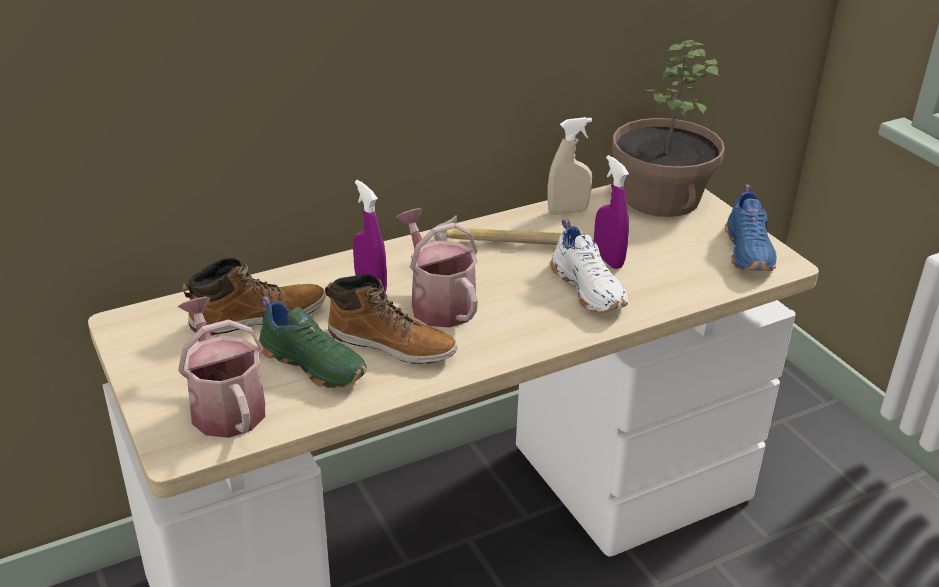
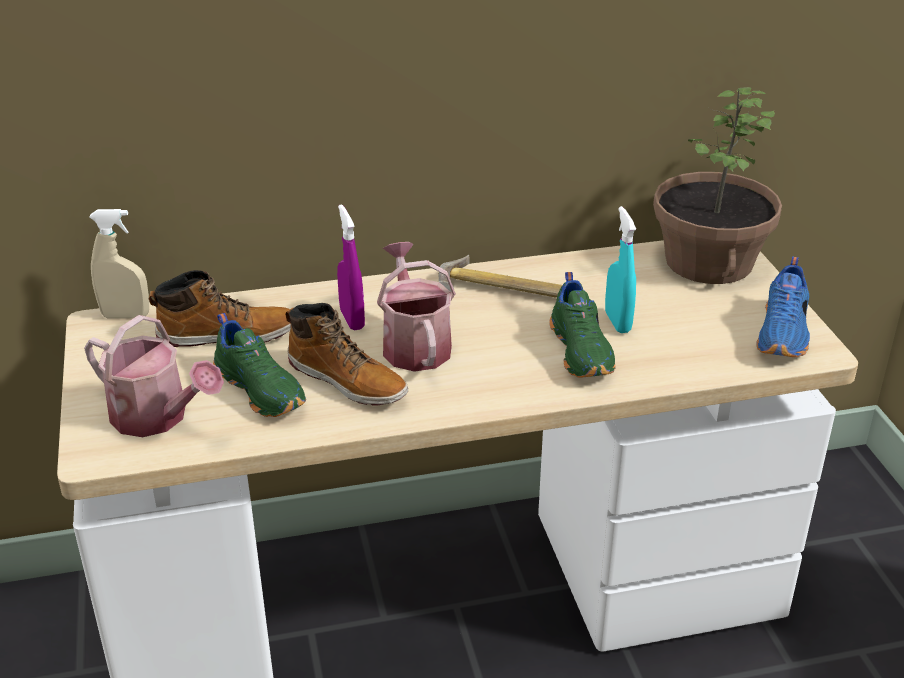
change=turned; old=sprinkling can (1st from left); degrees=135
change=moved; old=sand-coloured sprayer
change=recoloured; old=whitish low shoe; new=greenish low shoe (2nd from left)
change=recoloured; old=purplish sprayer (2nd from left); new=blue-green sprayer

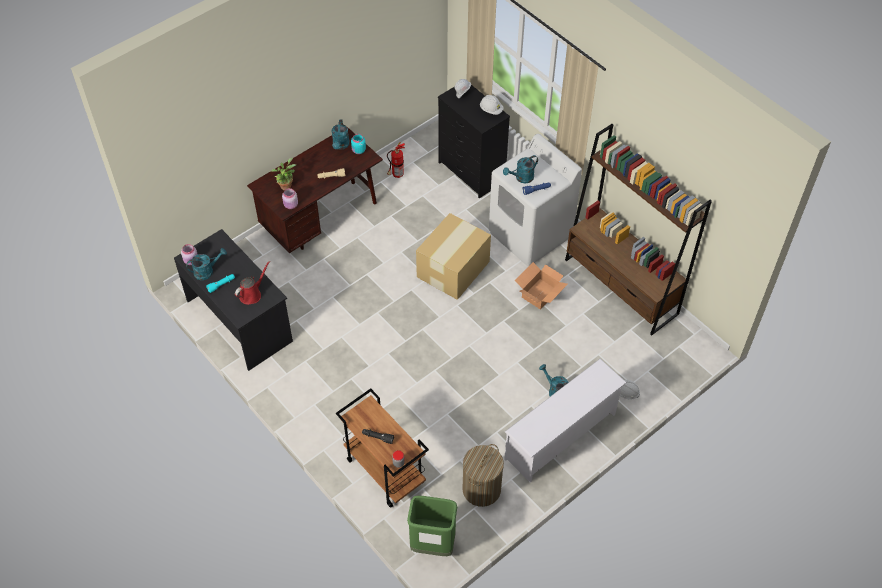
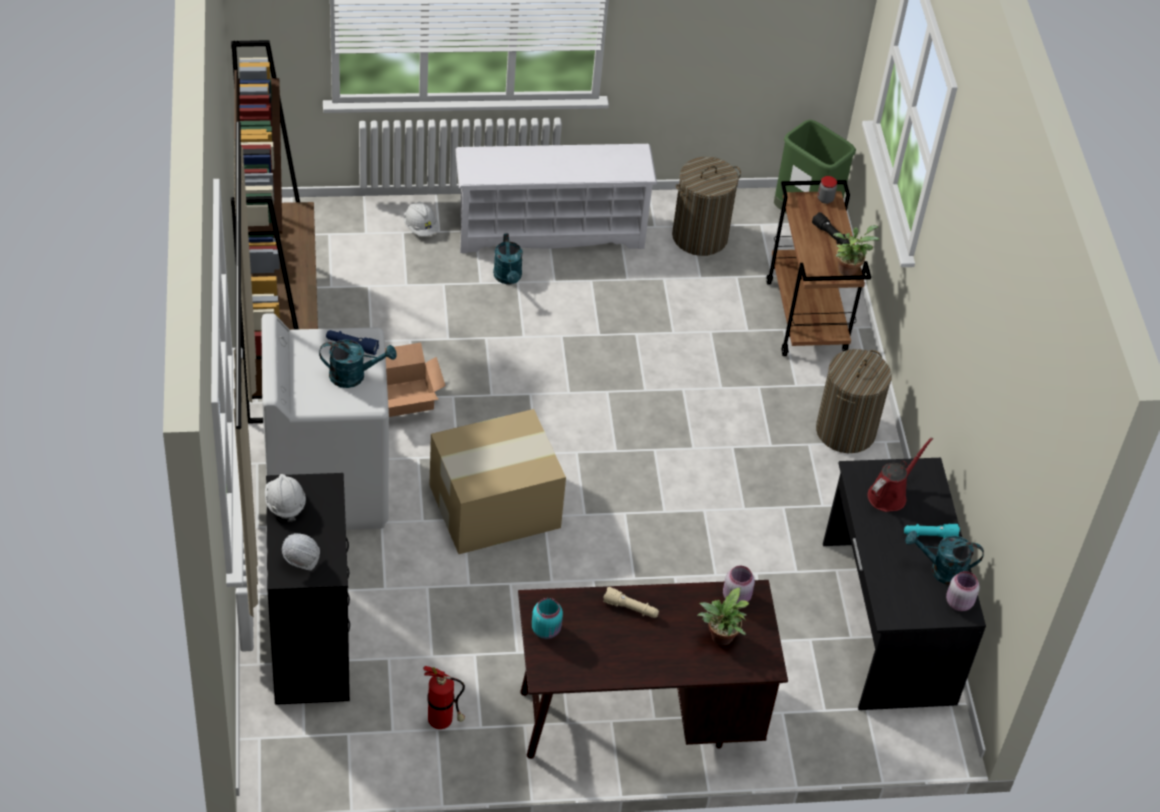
change=added; new=laundry basket (2nd from left)
change=added; new=plant in a pot (2nd from left)
change=turned; old=reddish sprinkling can; degrees=150
change=removed; old=blue-green sprinkling can (2nd from left)

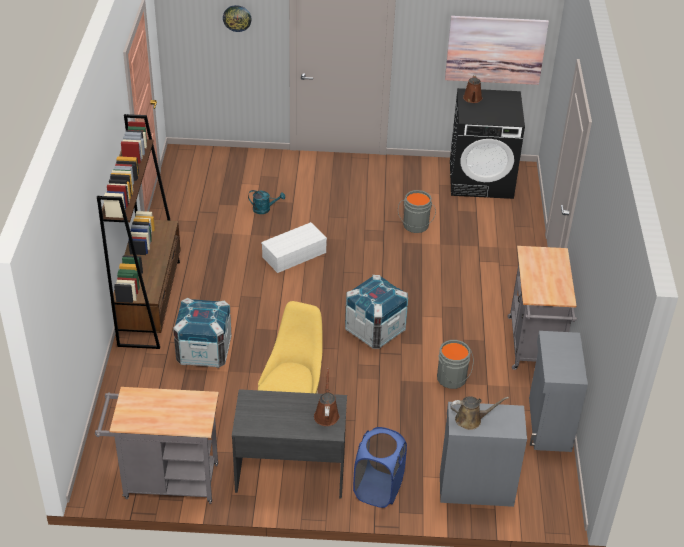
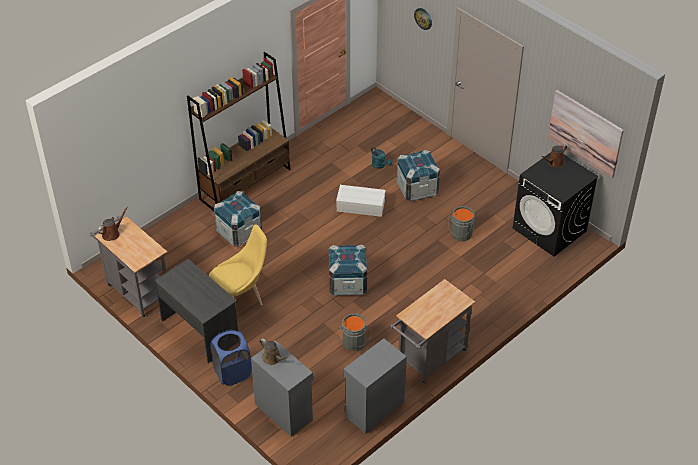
change=moved; old=brown sprinkling can (1st from left)
change=added; new=crate (3rd from left)

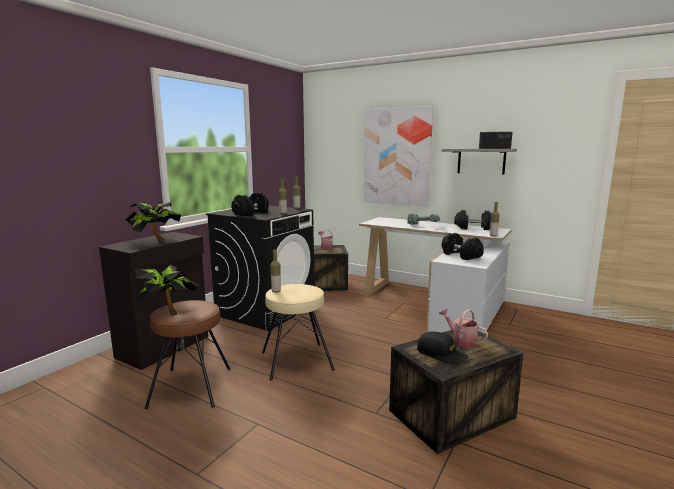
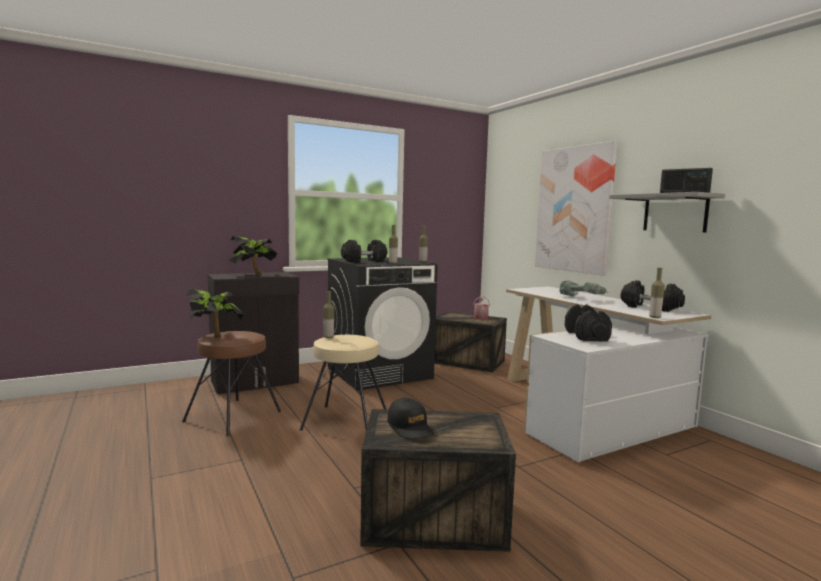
change=removed; old=sprinkling can (2nd from left)

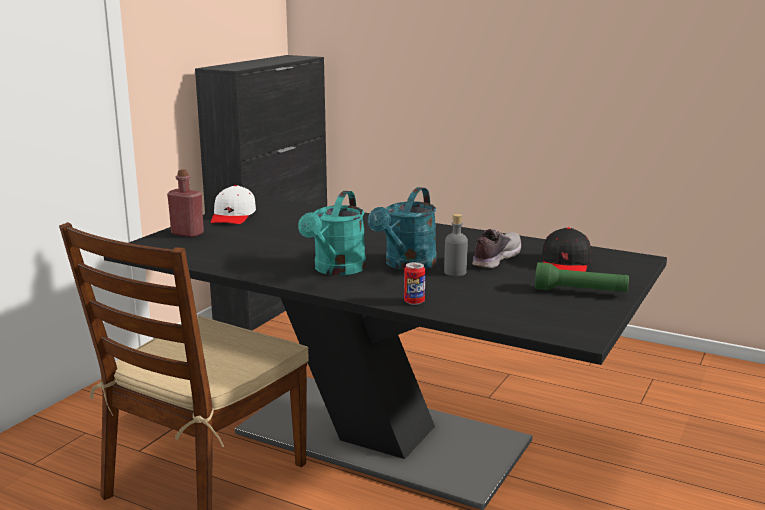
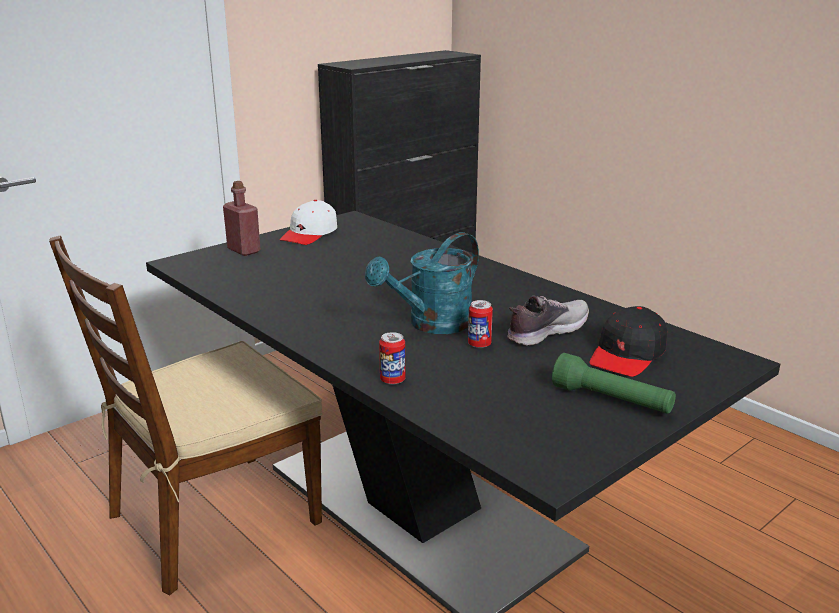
change=replaced; old=greyish drink bottle; new=can (2nd from left)
change=removed; old=blue-green sprinkling can (1st from left)

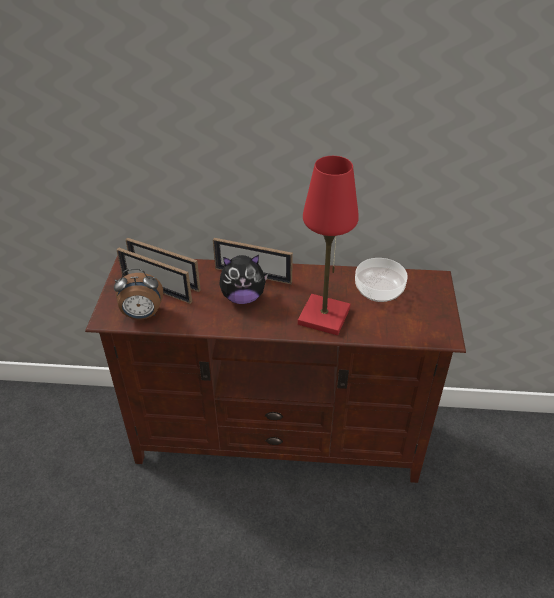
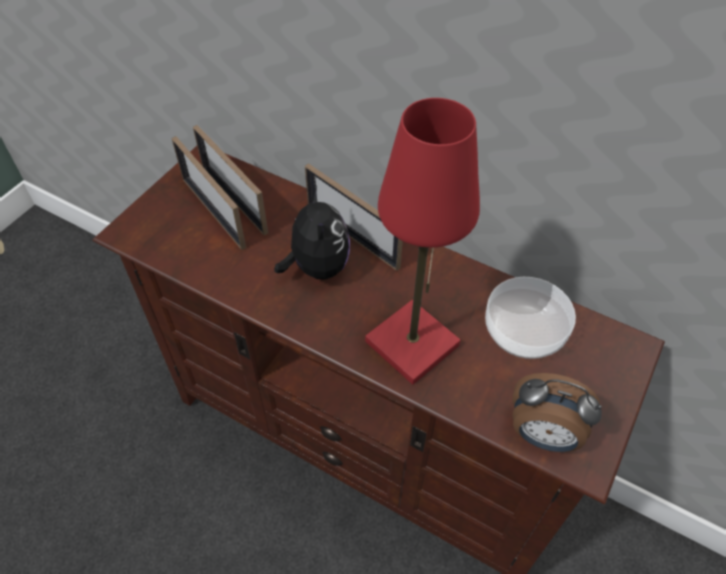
change=turned; old=cuddly toy; degrees=-120
change=moved; old=alarm clock

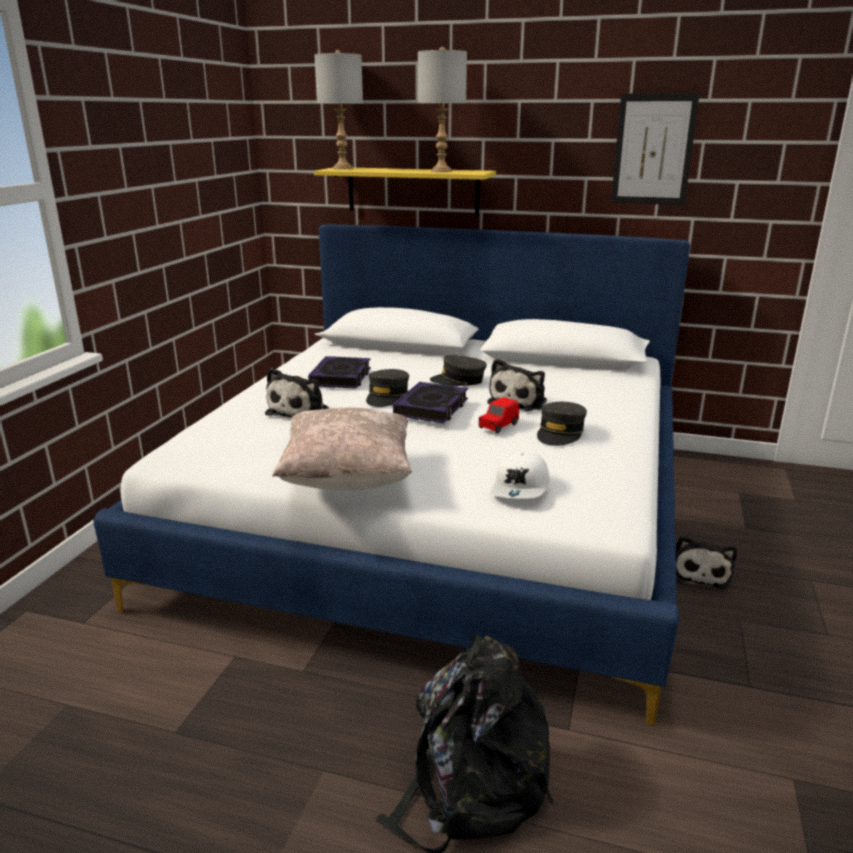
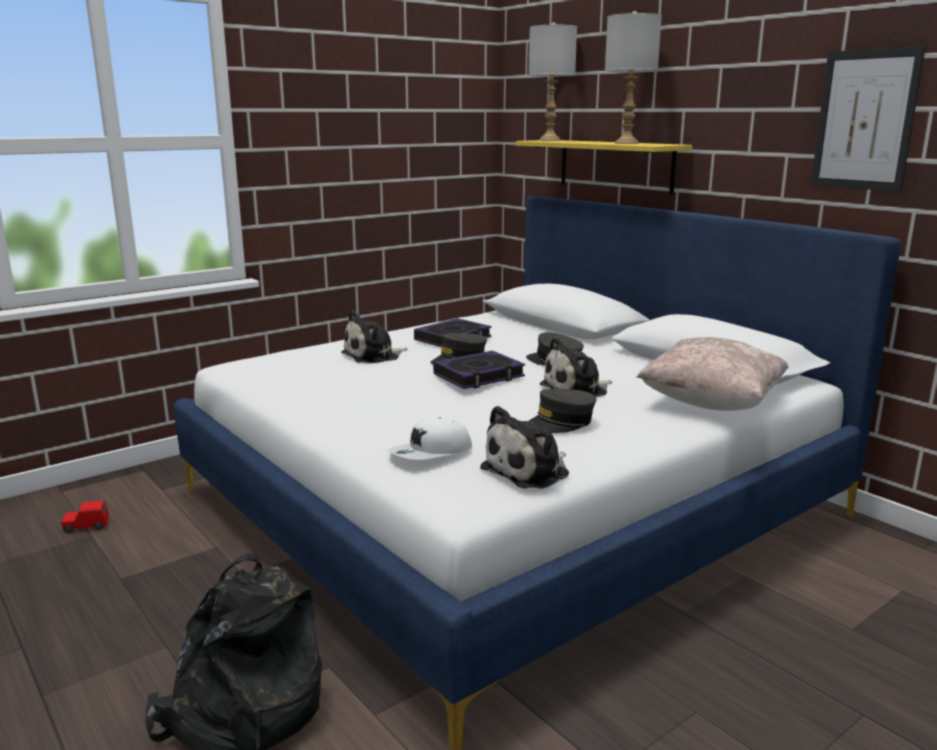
change=moved; old=reddish toy car
change=moved; old=cuddly toy (3rd from left in the first image); new=cuddly toy (2nd from left)
change=moved; old=sand-coloured throw pillow

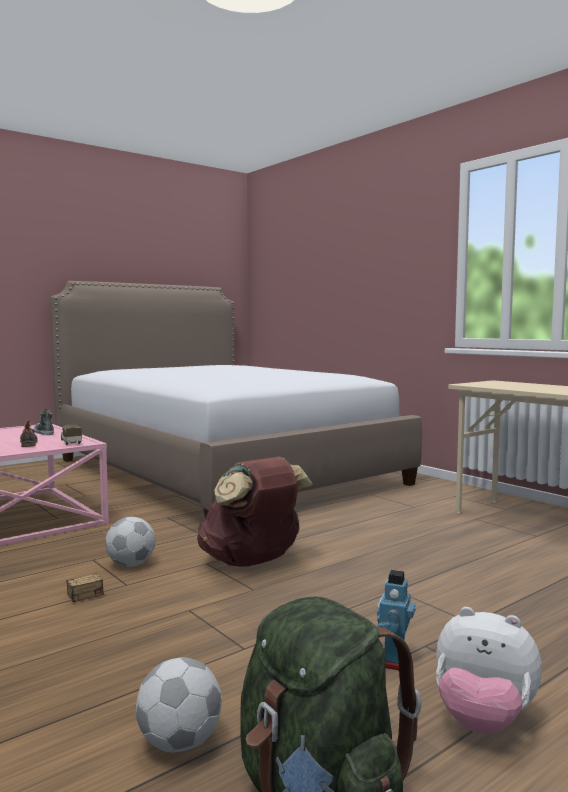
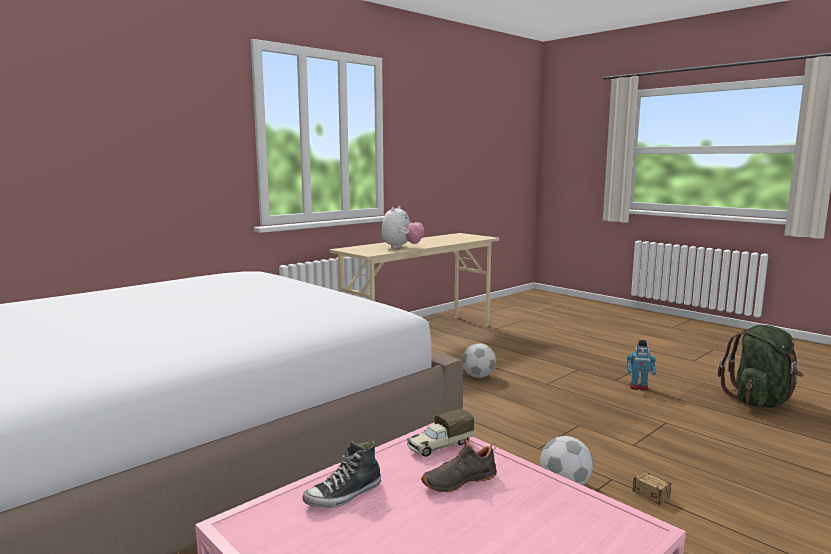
change=moved; old=cuddly toy
change=moved; old=football (2nd from left in the first image); new=football (1st from left)
change=removed; old=brown knapsack

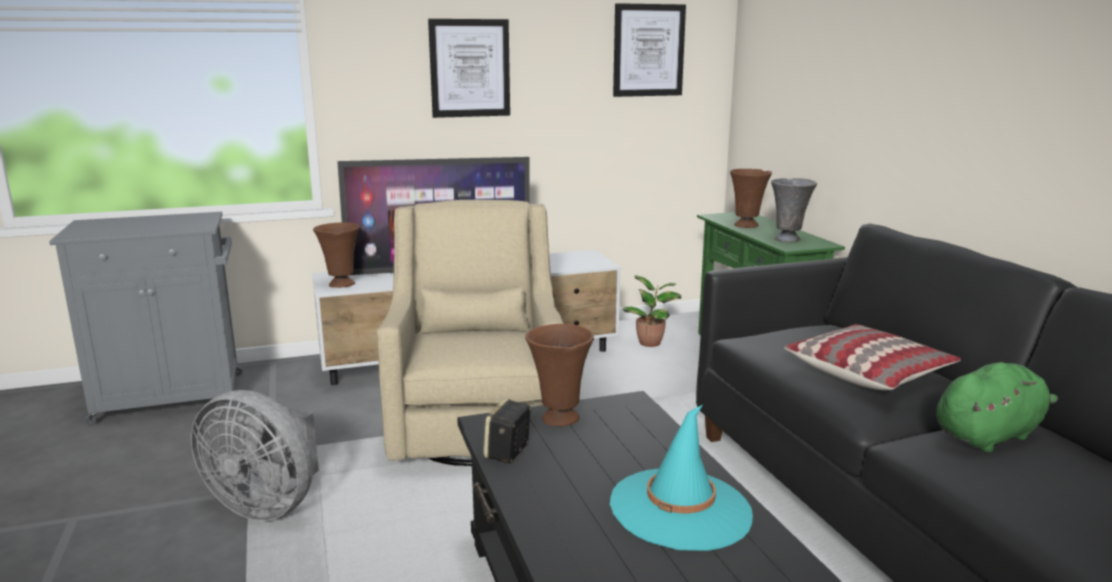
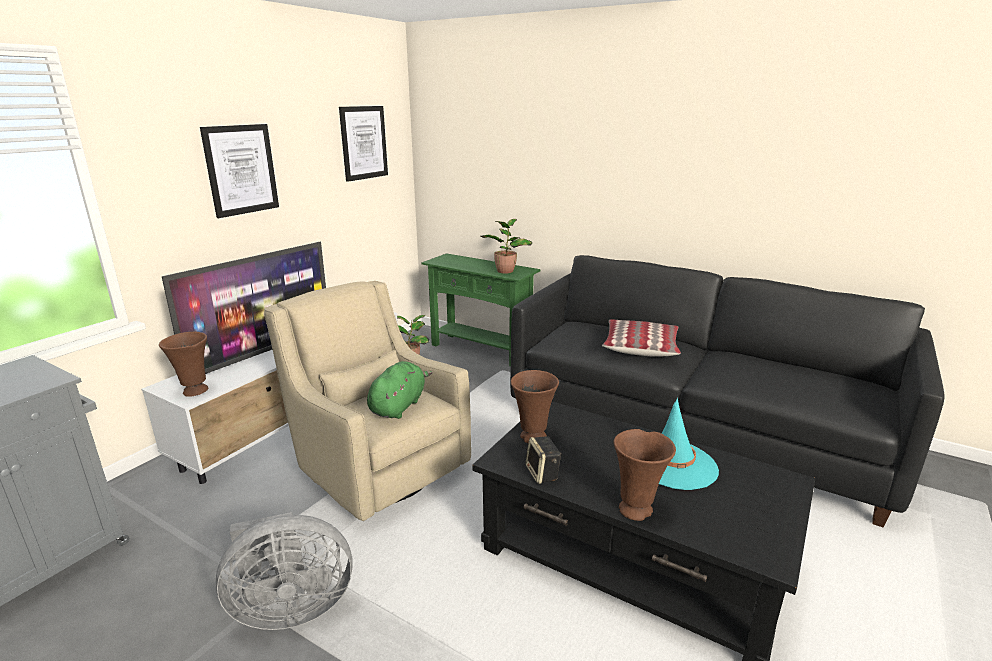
change=moved; old=greenish cuddly toy
change=replaced; old=greyish vase; new=plant in a pot (2nd from left)
change=moved; old=brown vase (3rd from left)

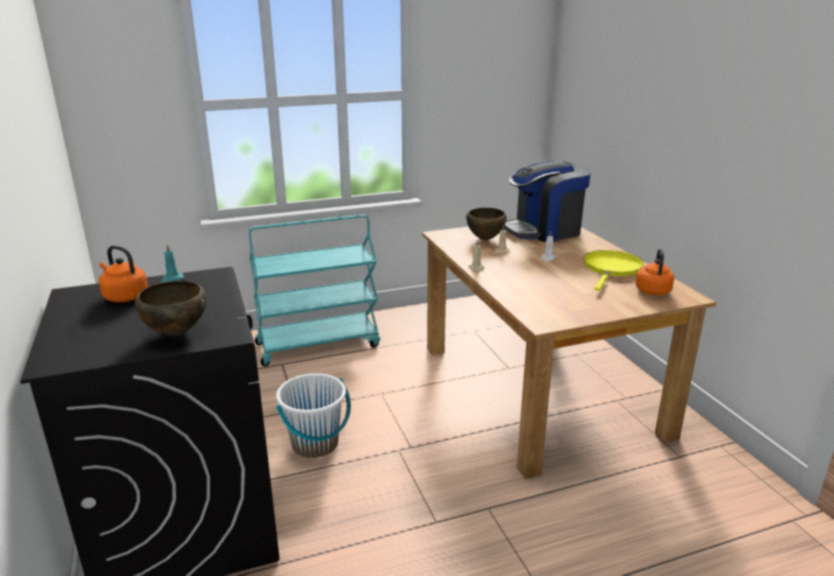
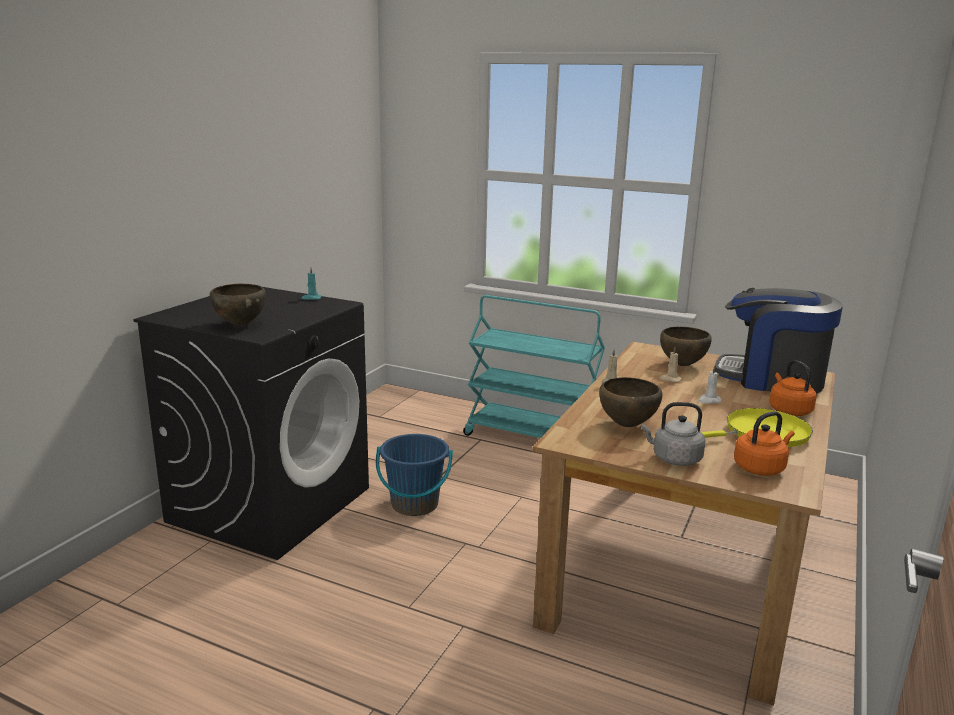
change=recoloured; old=whitish water bucket; new=blue-coloured water bucket
change=added; new=brown serving bowl (2nd from left)
change=added; new=greyish kettle
change=moved; old=orange kettle (1st from left in the first image); new=orange kettle (2nd from left)

